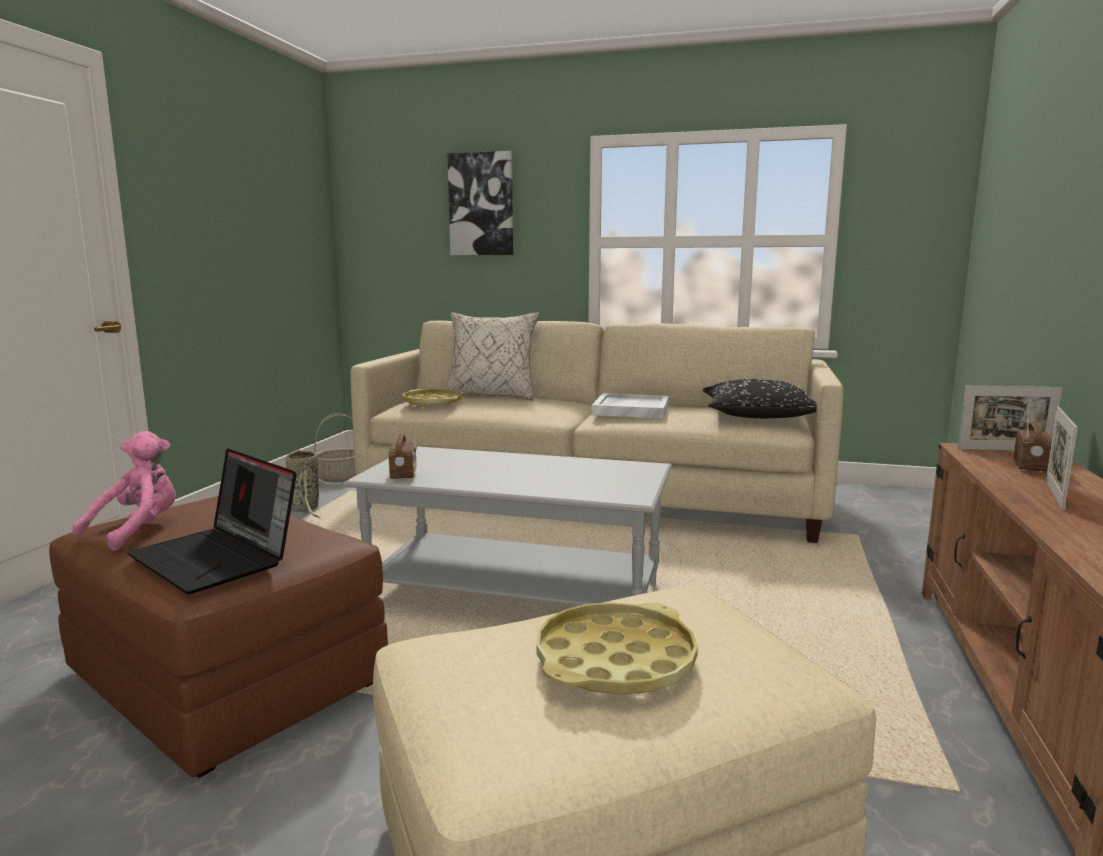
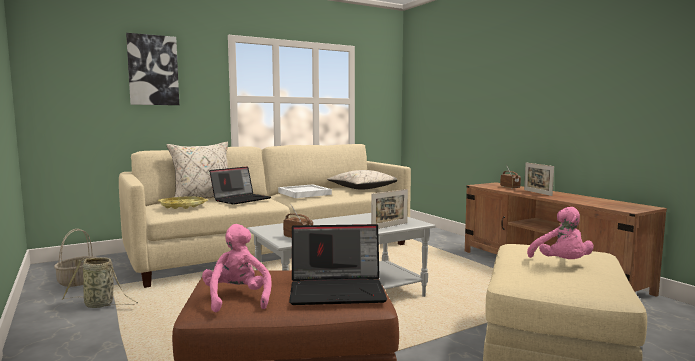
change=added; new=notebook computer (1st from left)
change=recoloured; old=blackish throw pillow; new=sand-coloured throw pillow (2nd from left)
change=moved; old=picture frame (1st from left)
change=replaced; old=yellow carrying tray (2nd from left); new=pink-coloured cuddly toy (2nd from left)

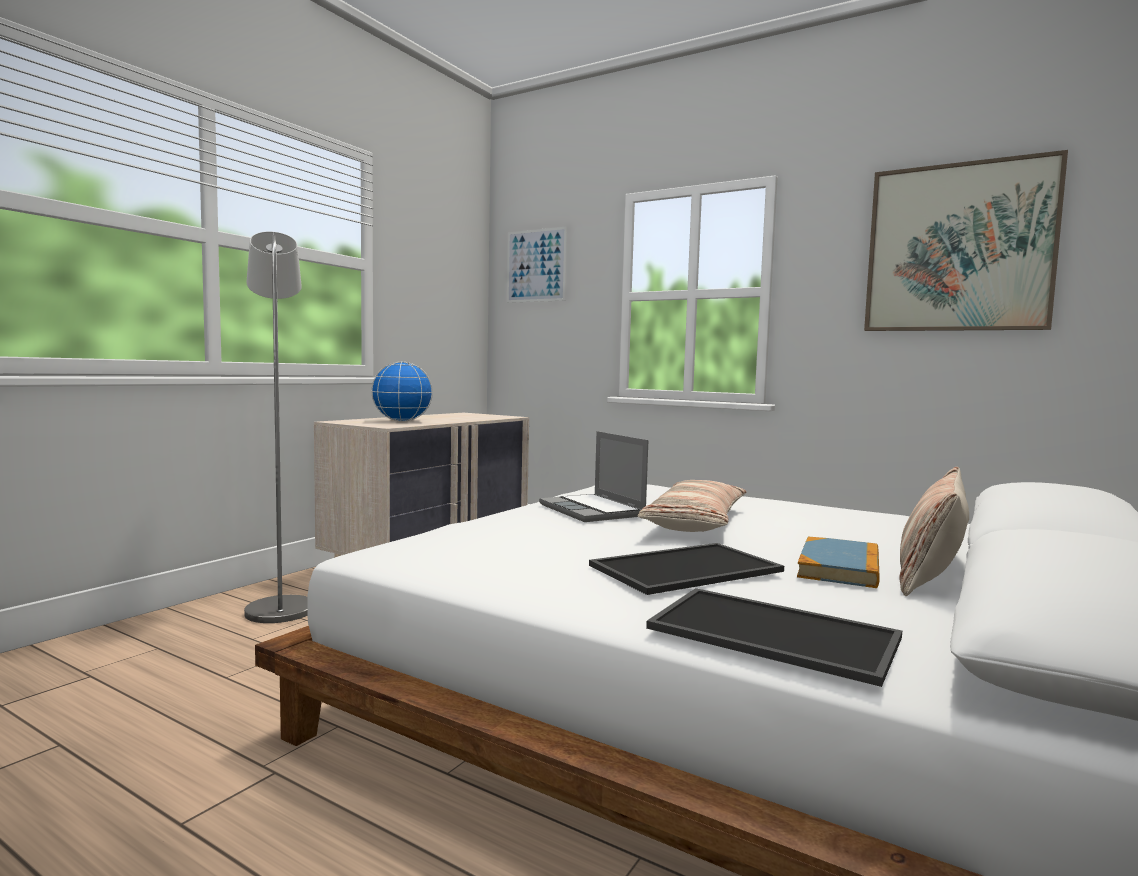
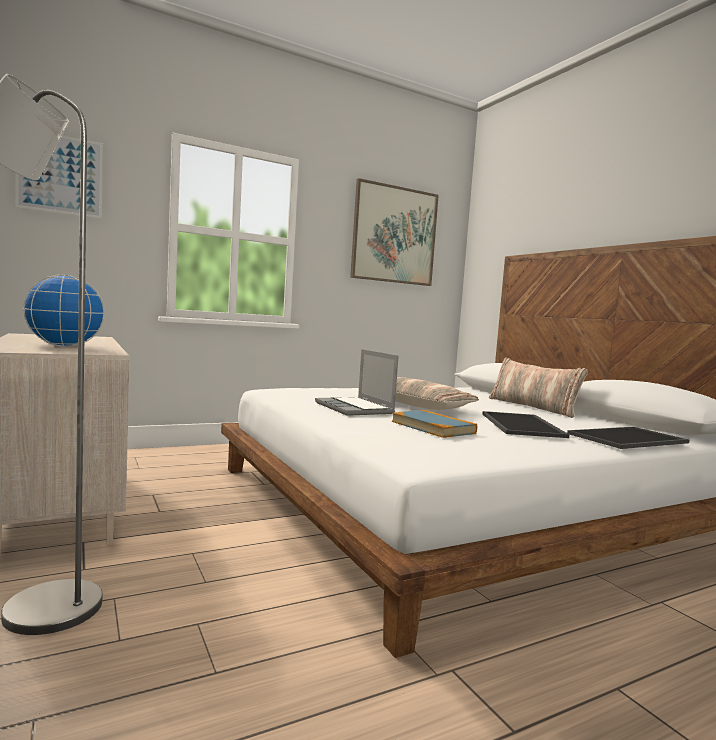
change=turned; old=notebook computer; degrees=60
change=moved; old=volume

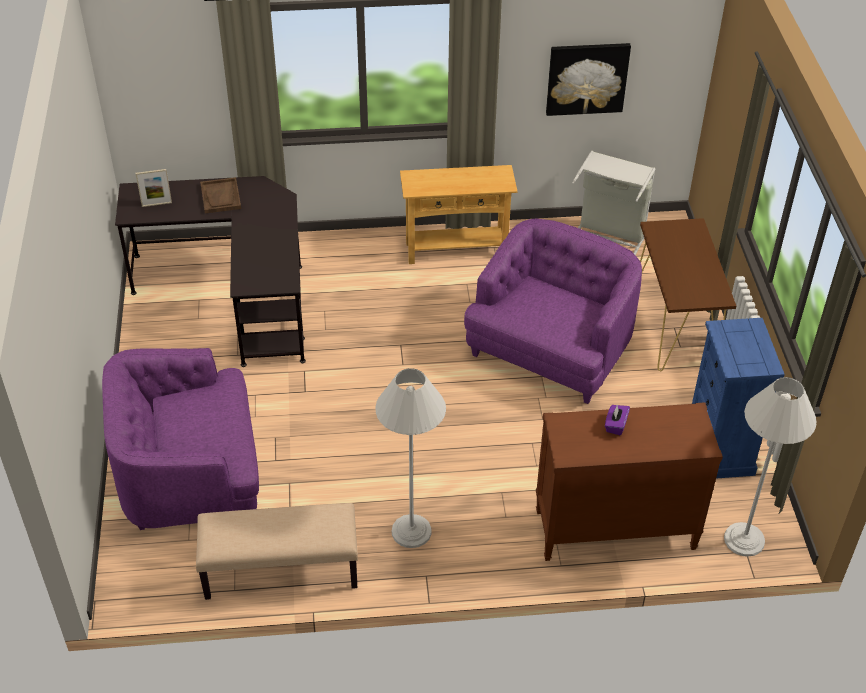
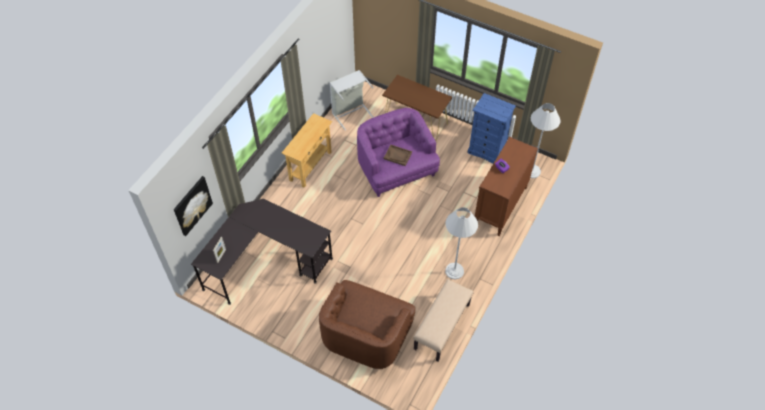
change=moved; old=picture
change=recoloured; old=purplish lounge chair (1st from left); new=brown lounge chair
change=moved; old=brown carrying tray

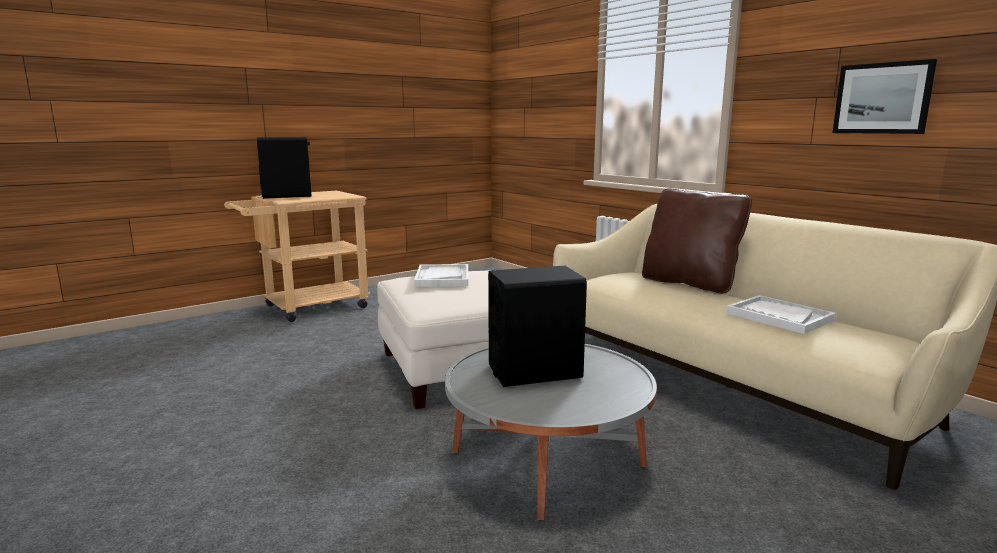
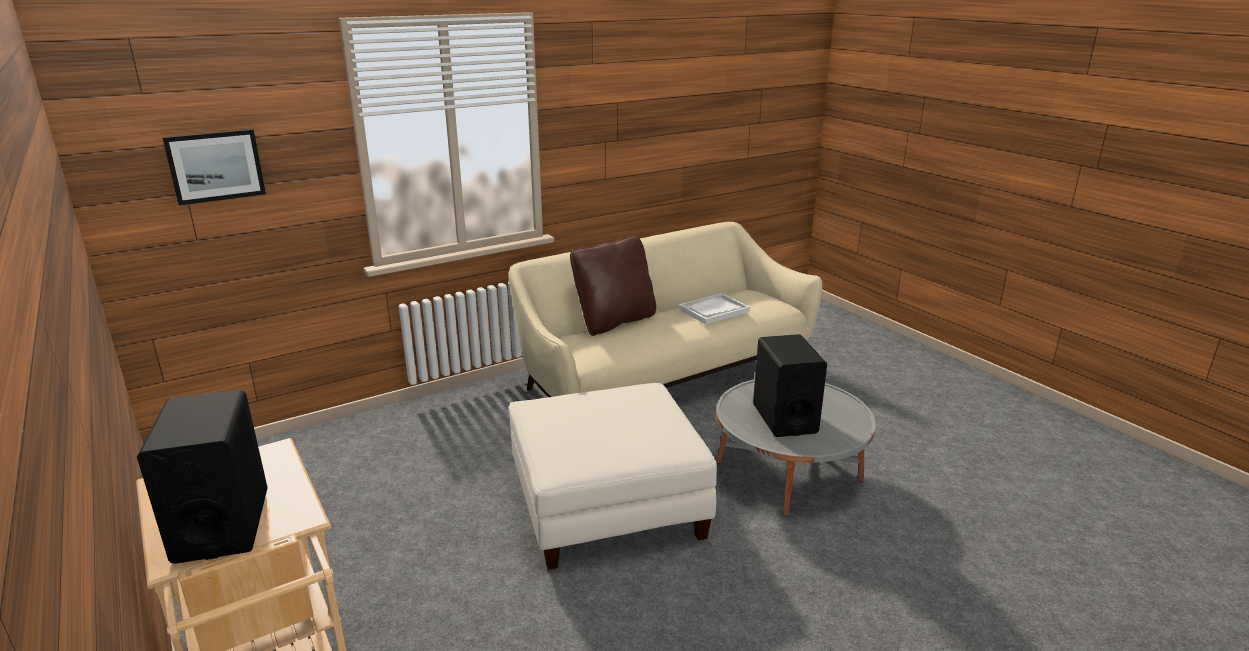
change=moved; old=picture
change=removed; old=whitish carrying tray (1st from left)

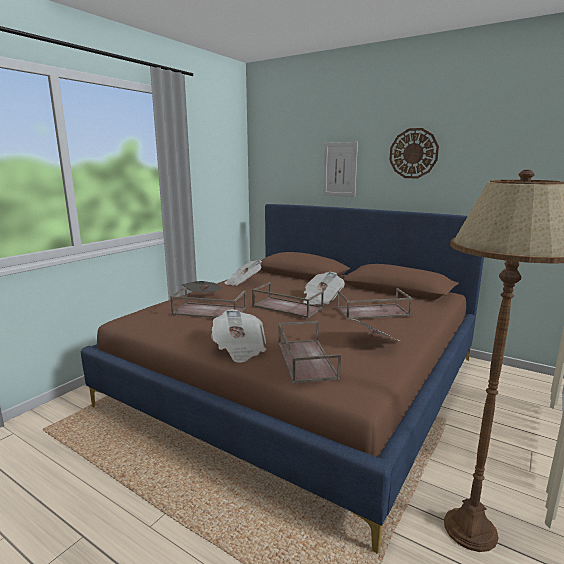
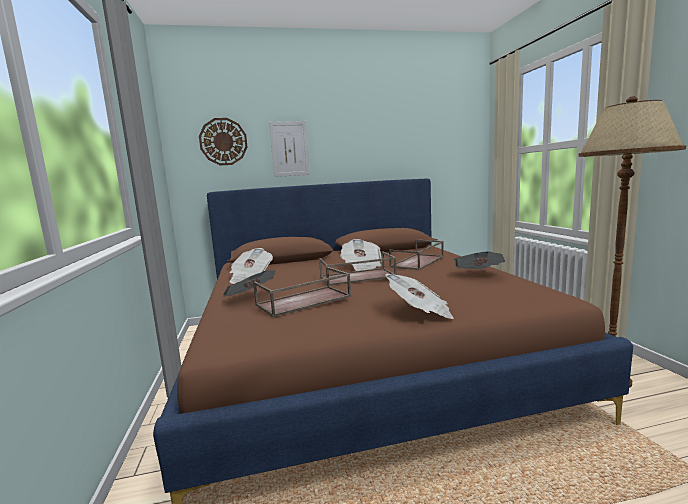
change=moved; old=hanging clock
change=removed; old=brown carrying tray (3rd from left)

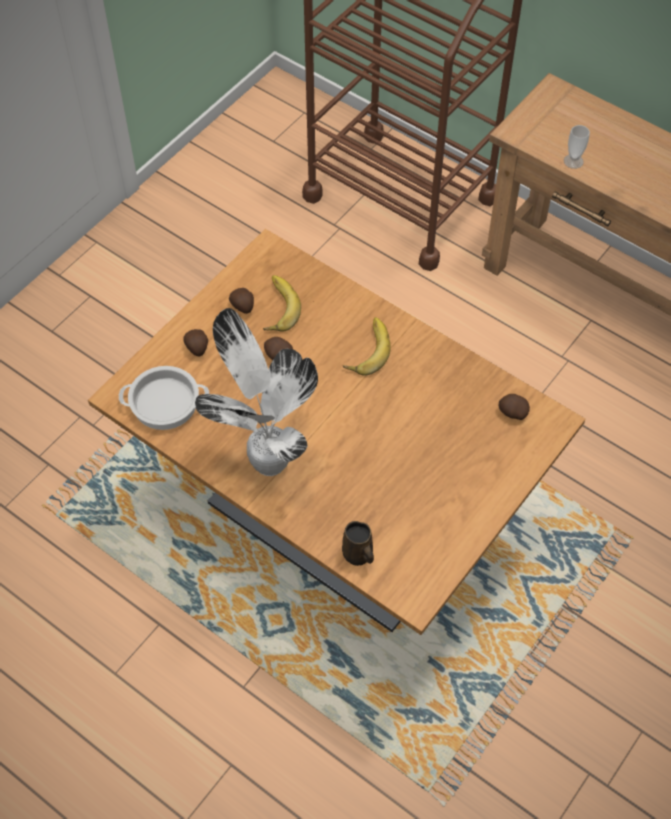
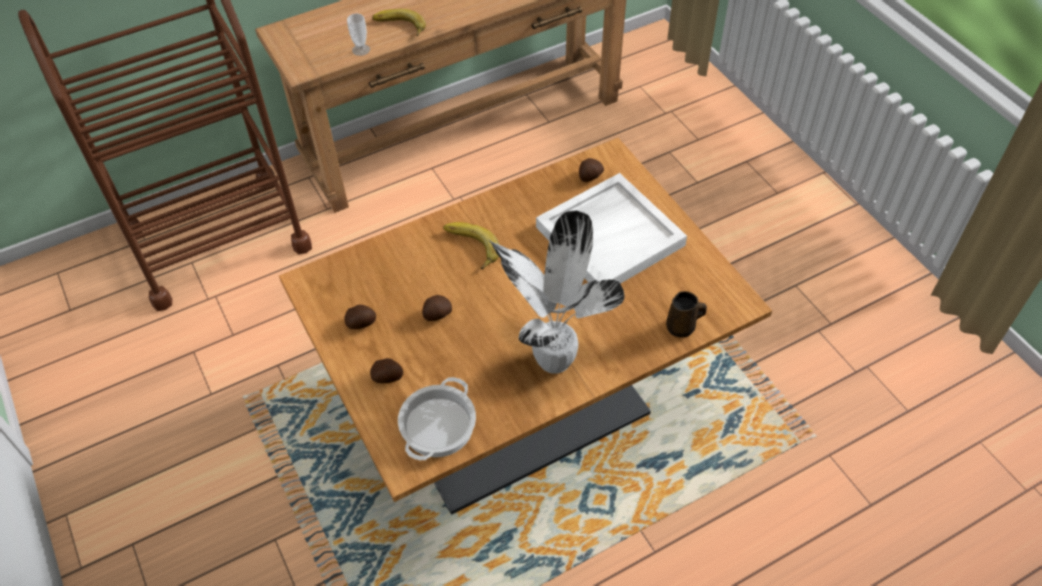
change=moved; old=banana fruit (1st from left)
change=added; new=whitish carrying tray

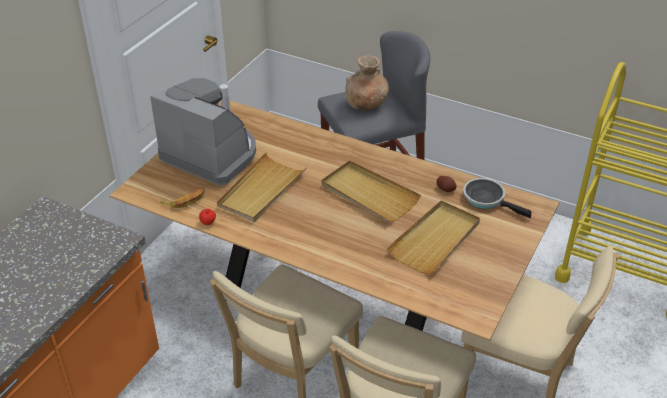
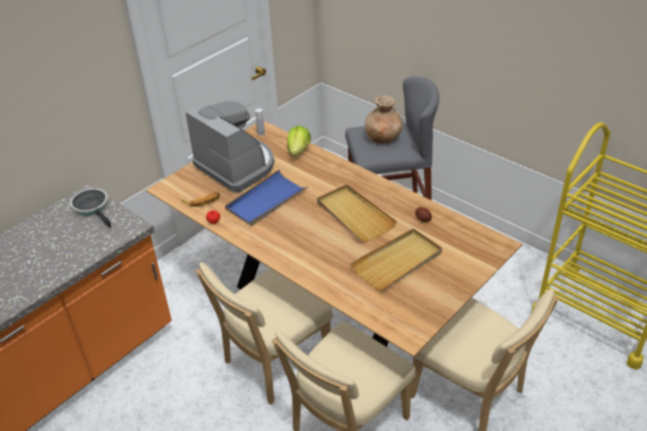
change=moved; old=skillet
change=recoloured; old=sand-coloured carrying tray (1st from left); new=blue-coloured carrying tray
change=added; new=lettuce

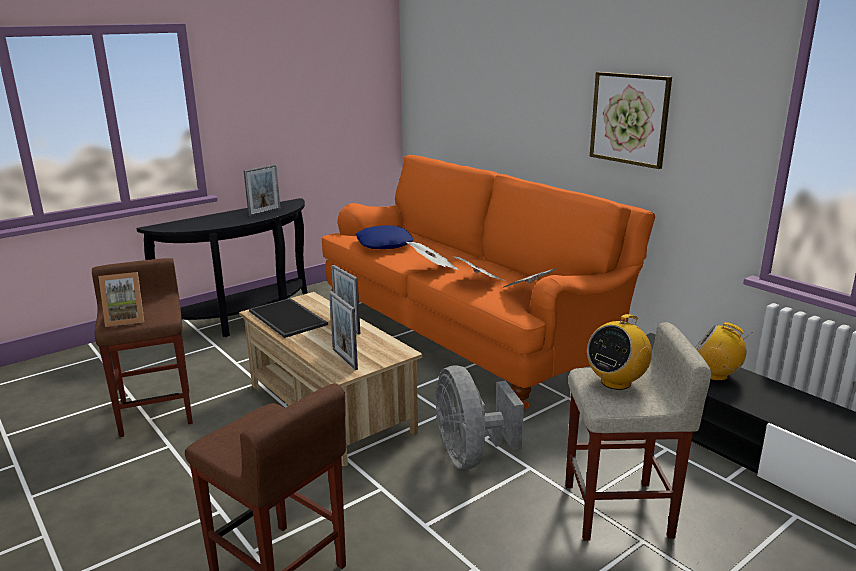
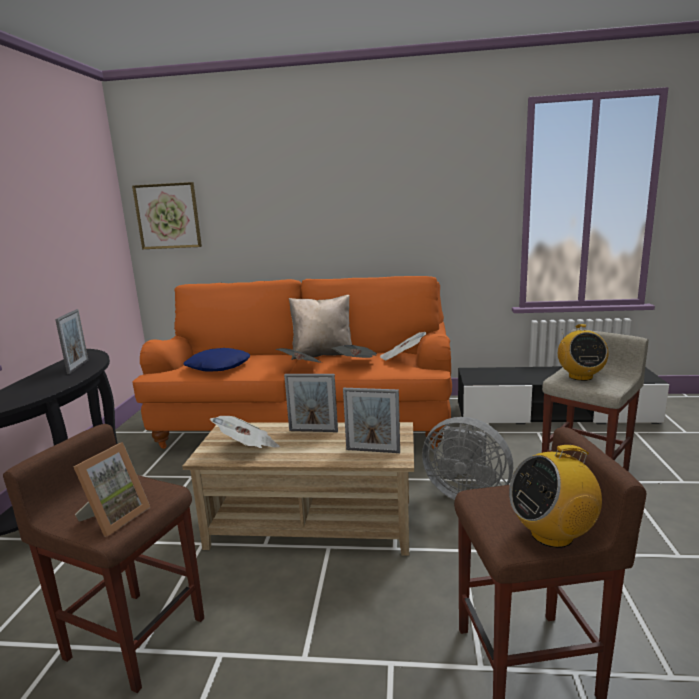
change=moved; old=picture
change=replaced; old=carrying tray; new=newspaper (1st from left)
change=added; new=sand-coloured throw pillow
change=moved; old=radio (2nd from left in the first image); new=radio (1st from left)

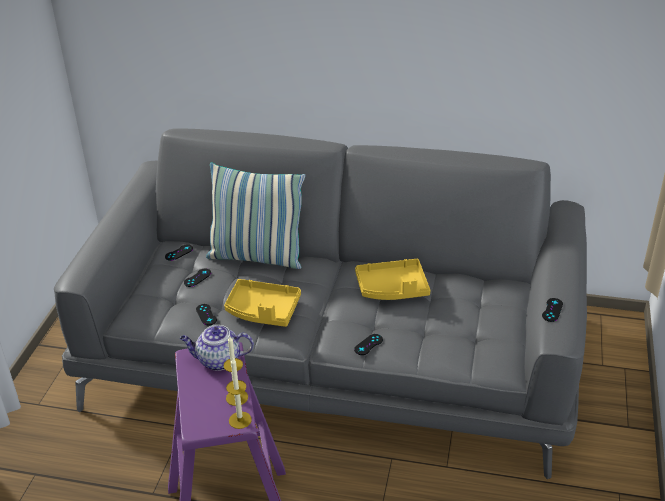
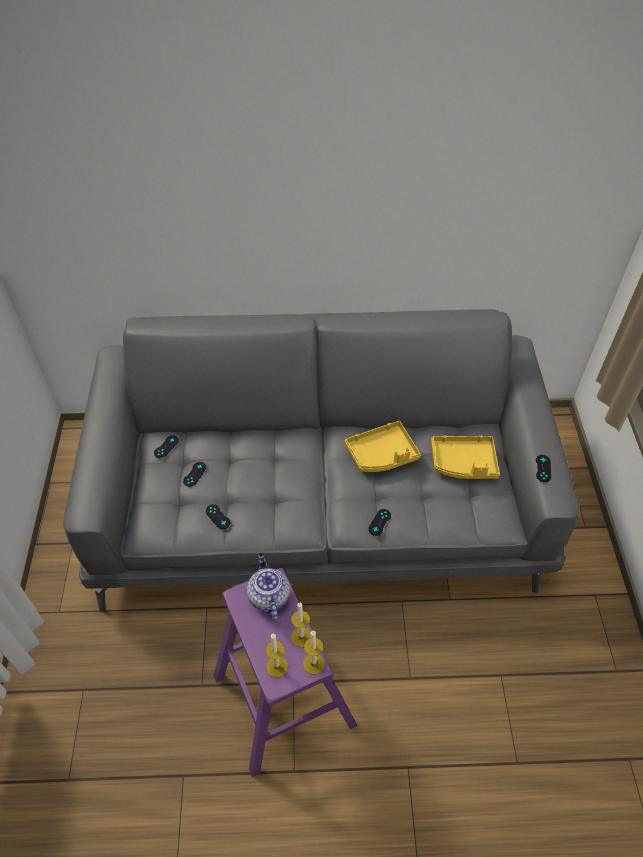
change=turned; old=pot for tea; degrees=90
change=added; new=wax light (1st from left)
change=moved; old=yellow carrying tray (1st from left in the first image); new=yellow carrying tray (2nd from left)
change=removed; old=throw pillow

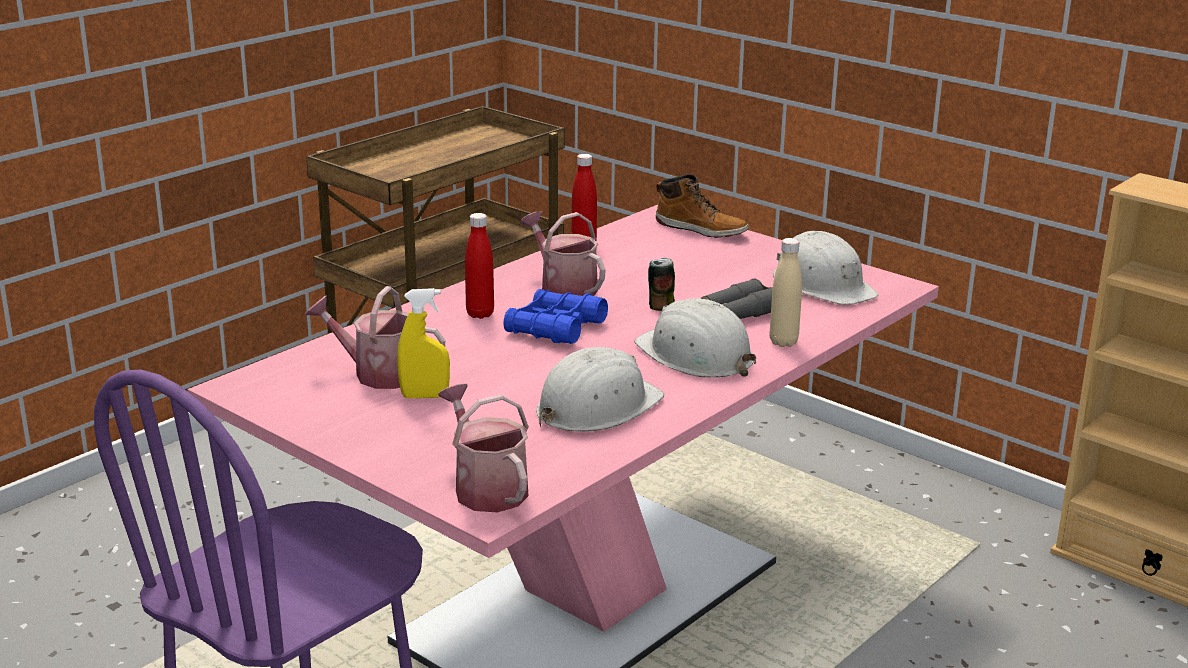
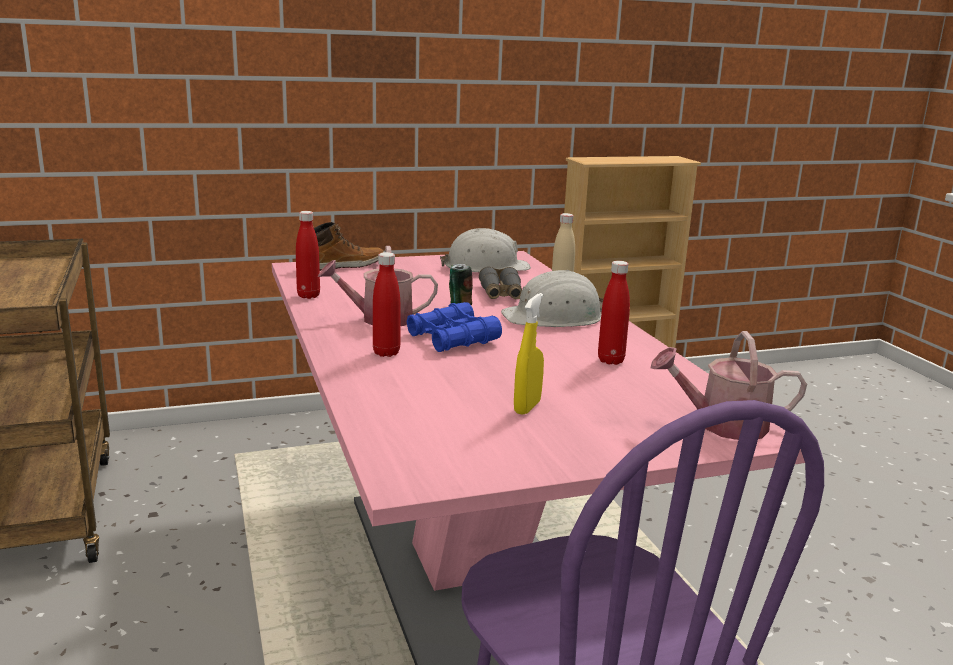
change=replaced; old=whitish safety helmet (1st from left); new=reddish drink bottle (3rd from left)
change=removed; old=sprinkling can (1st from left)

